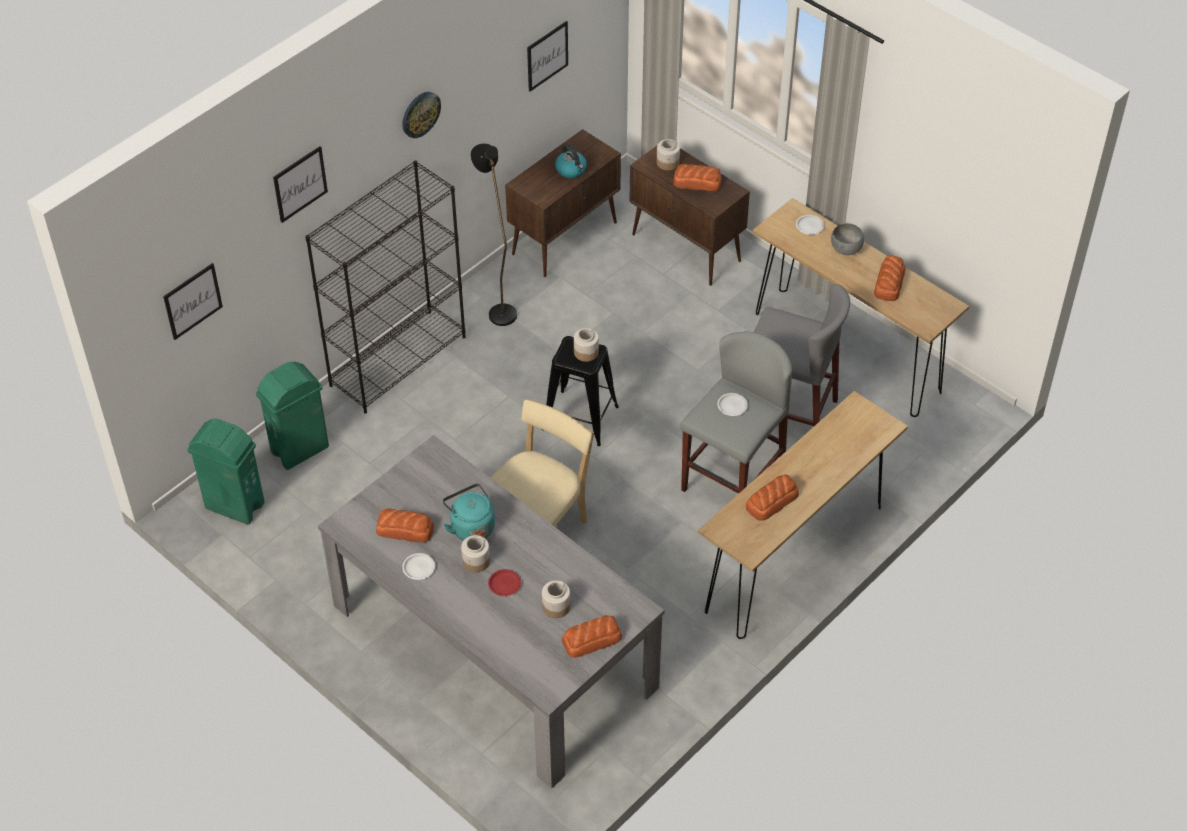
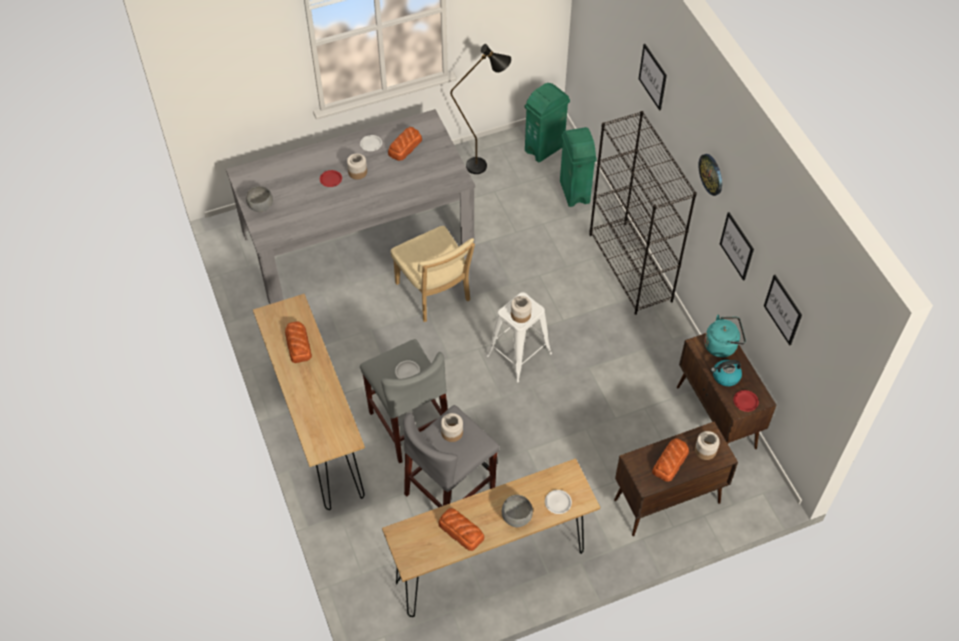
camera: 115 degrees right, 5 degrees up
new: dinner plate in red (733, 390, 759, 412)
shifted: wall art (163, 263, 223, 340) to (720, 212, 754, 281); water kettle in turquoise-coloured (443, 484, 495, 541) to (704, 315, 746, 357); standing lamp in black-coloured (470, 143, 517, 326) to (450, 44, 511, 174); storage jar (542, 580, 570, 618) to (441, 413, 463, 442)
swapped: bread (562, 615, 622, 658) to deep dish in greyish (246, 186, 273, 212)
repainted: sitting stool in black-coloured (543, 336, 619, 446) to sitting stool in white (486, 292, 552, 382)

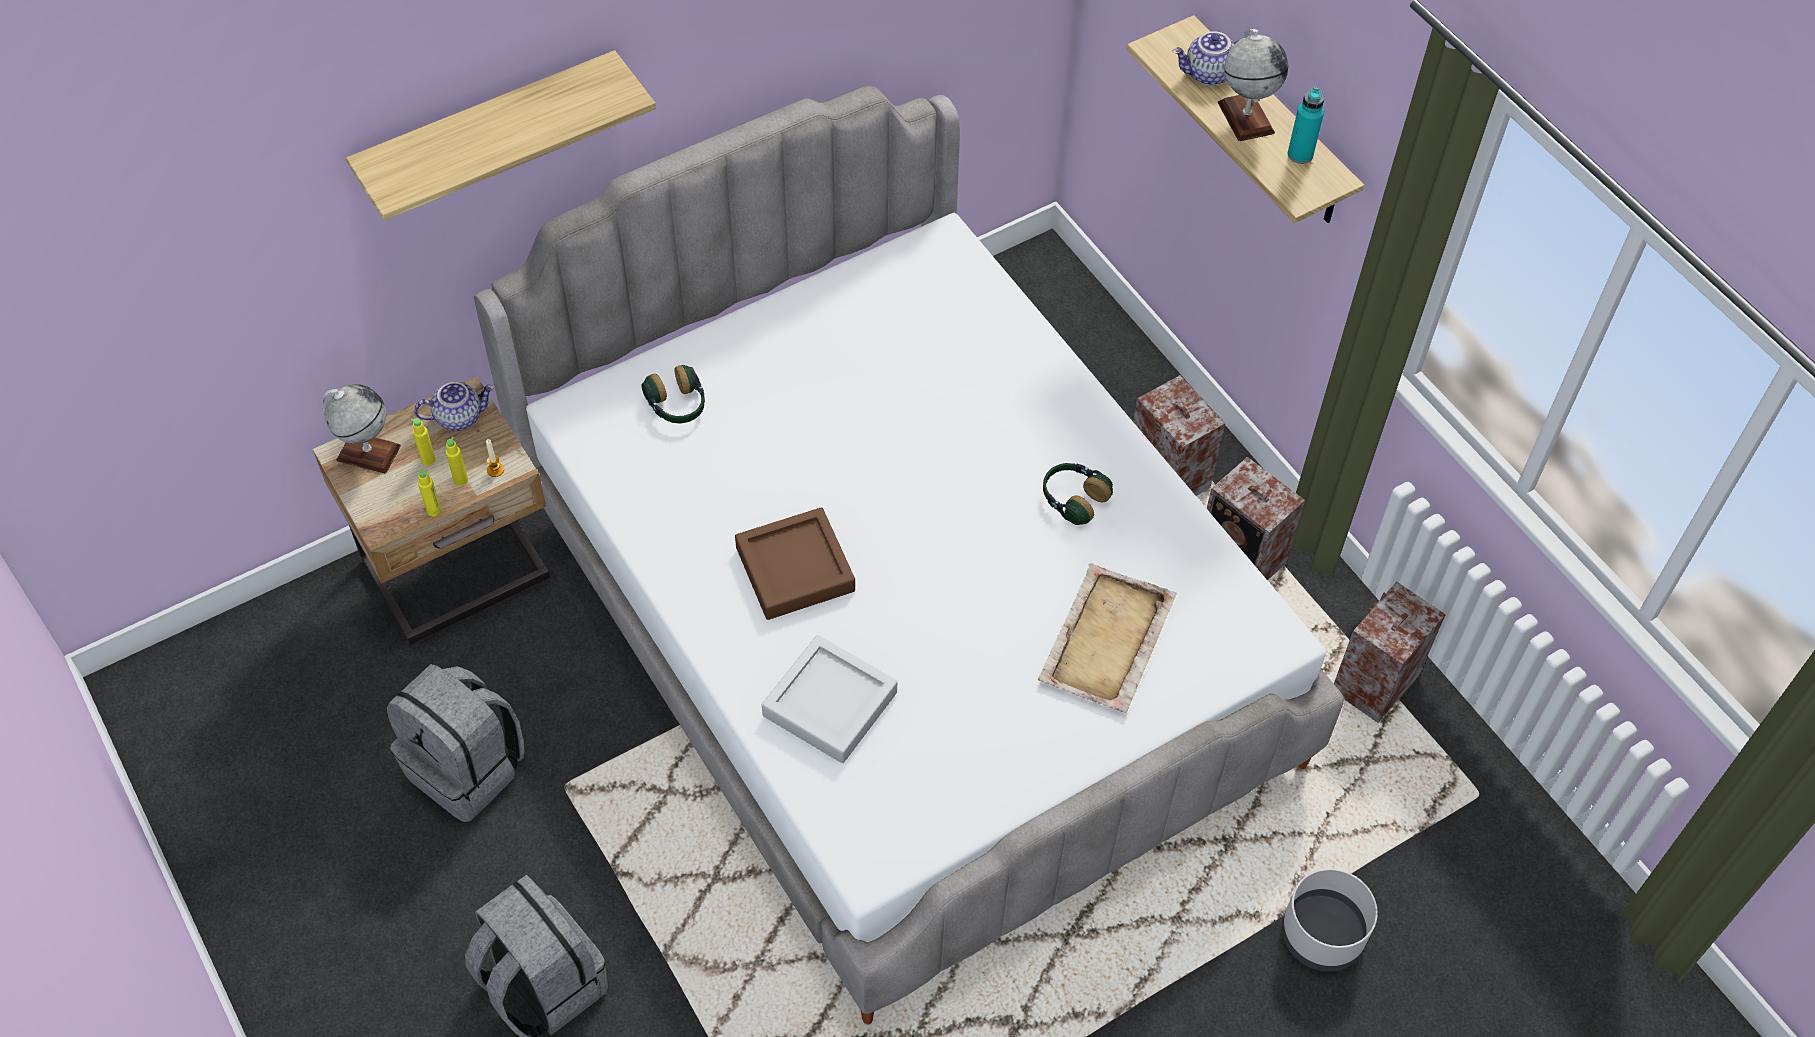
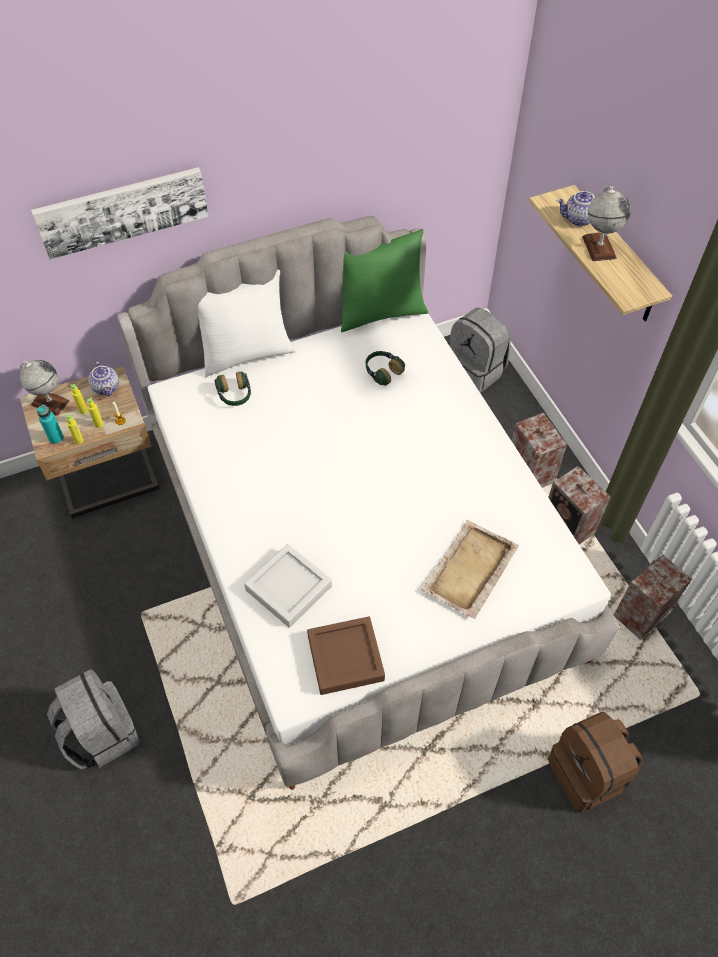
camera: 10 degrees right, 0 degrees up
new: cushion in white (198, 270, 296, 377); cushion in green-coloured (341, 229, 428, 332)
shifted: rucksack in greyish (387, 664, 524, 822) to (450, 308, 511, 393); serving tray in brown-coloured (735, 507, 855, 620) to (307, 617, 385, 695); pair of headphones (1043, 463, 1113, 525) to (366, 351, 405, 385); beverage bottle in turquoise-coloured (1288, 87, 1324, 164) to (37, 405, 64, 444)
swapped: bracket shelf (346, 50, 656, 221) to wall art (31, 167, 209, 260); planter in greyish (1282, 868, 1378, 972) to rucksack in brown-coloured (548, 712, 643, 812)
rotated: pot for tea (414, 382, 494, 431) = (89, 359, 119, 396) 75 degrees clockwise

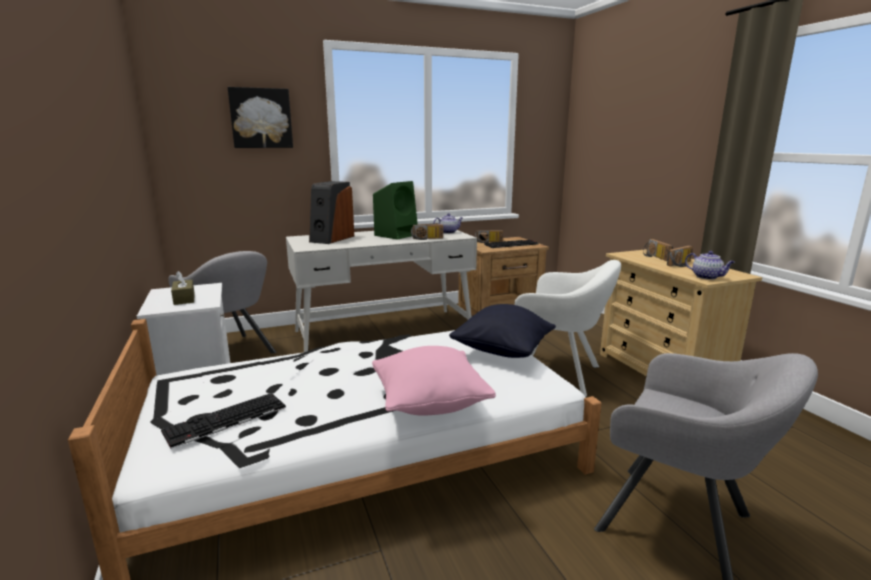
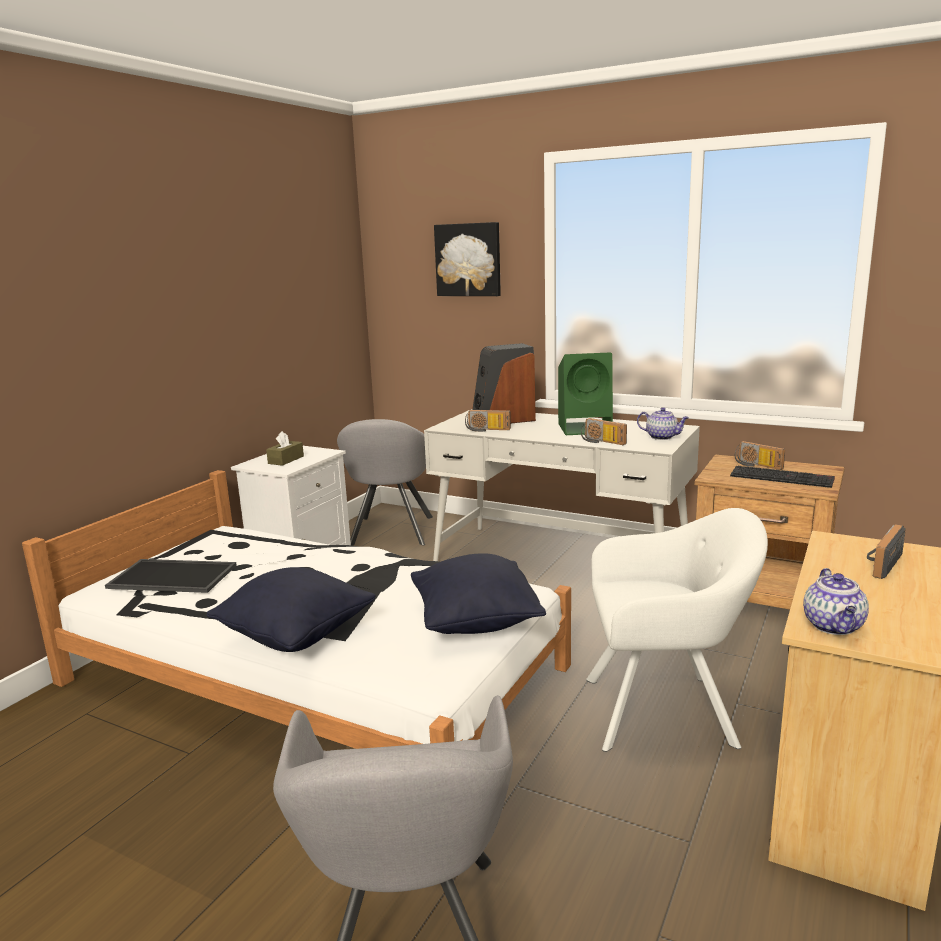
camera: 50 degrees right, 0 degrees up
shifted: radio receiver (667, 245, 693, 267) to (465, 410, 511, 432)
swapped: PC keyboard (161, 393, 286, 449) to serving tray (105, 559, 237, 593)
repainted: cushion in pink-coloured (372, 346, 496, 416) to cushion in black-coloured (207, 567, 376, 652)
rotated: armchair in white (514, 260, 621, 397) = (586, 508, 768, 752) 75 degrees counterclockwise

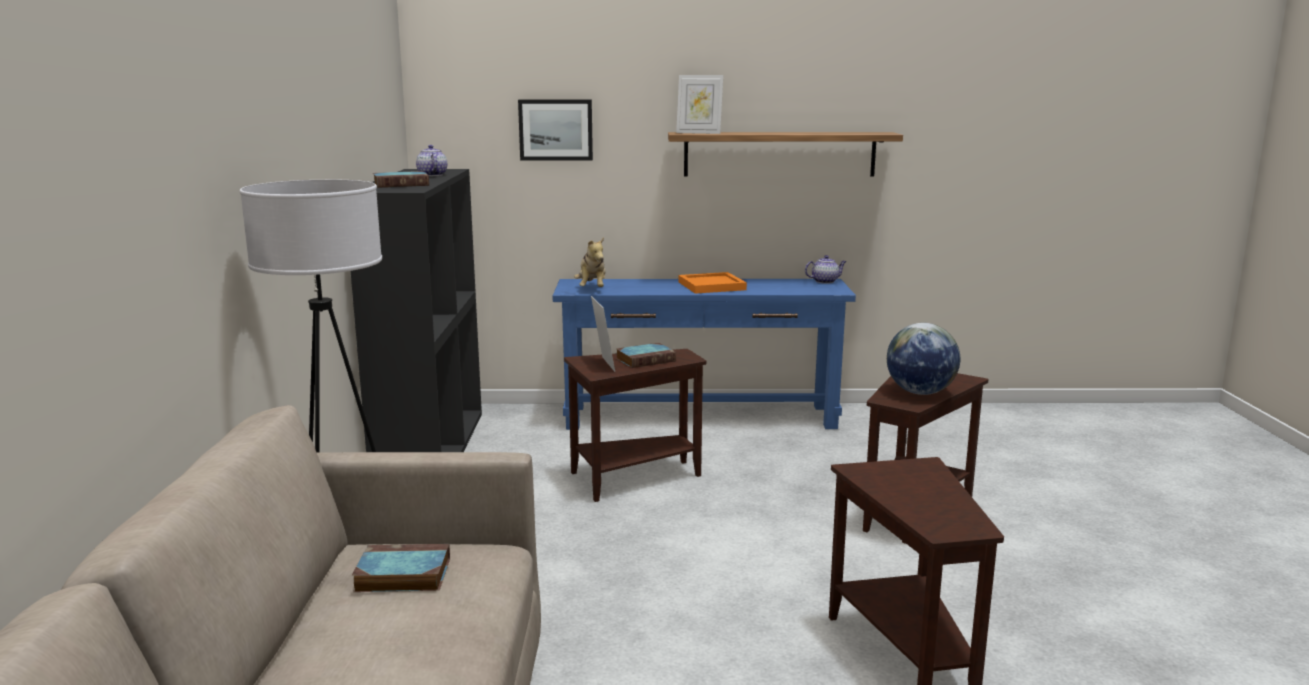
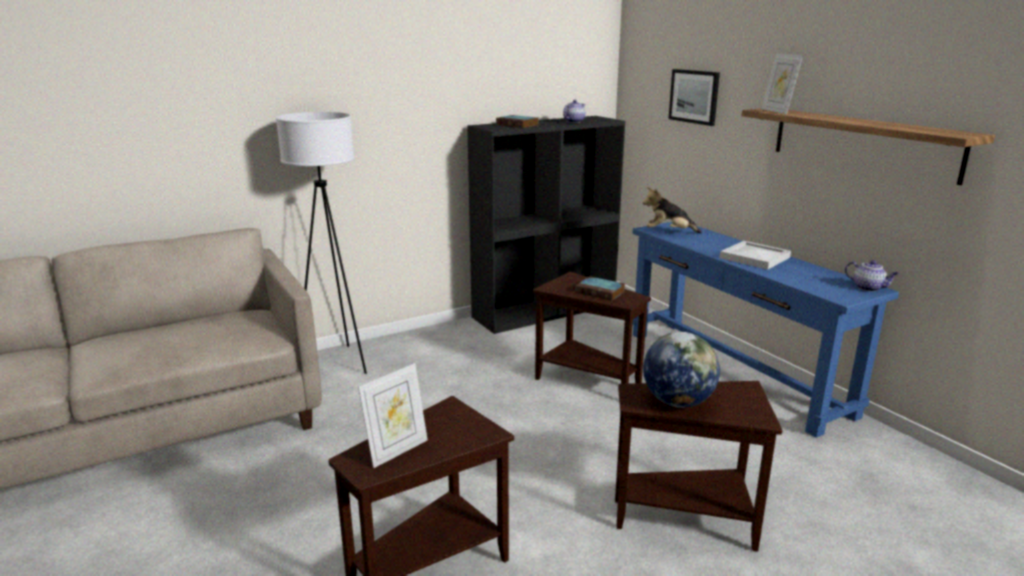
camera: 60 degrees right, 5 degrees up
gone: volume (352, 544, 450, 592)
shifted: standing frame (591, 296, 615, 372) to (358, 363, 428, 468)
repainted: serving tray in orange (679, 272, 747, 294) to serving tray in white (720, 241, 791, 270)
rotated: cuddly toy (574, 237, 606, 287) = (643, 187, 702, 233) 45 degrees clockwise

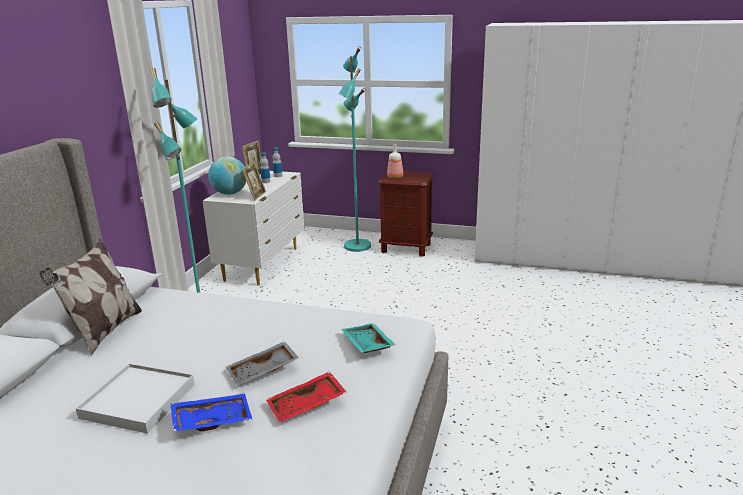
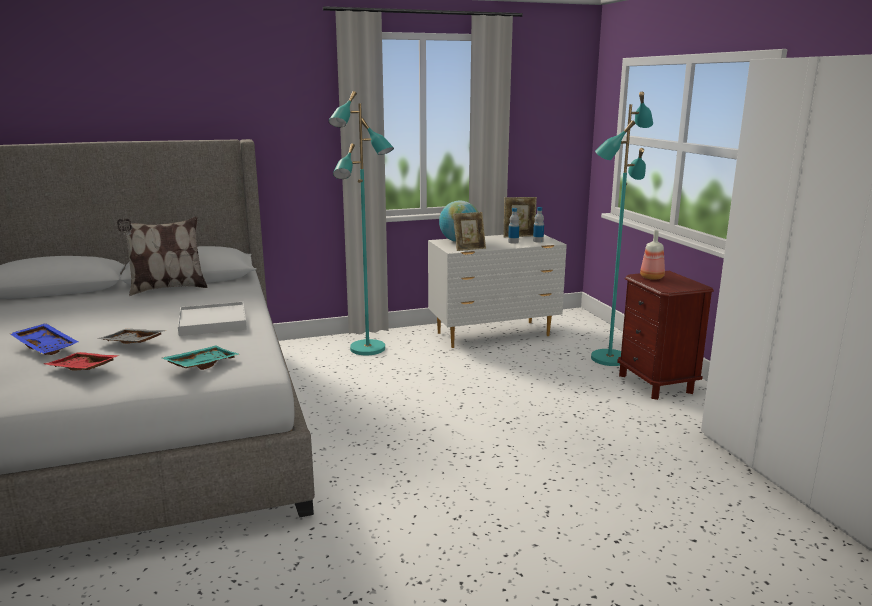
camera: 55 degrees right, 5 degrees down
shifted: serving tray in white (75, 363, 195, 434) to (178, 302, 247, 336)

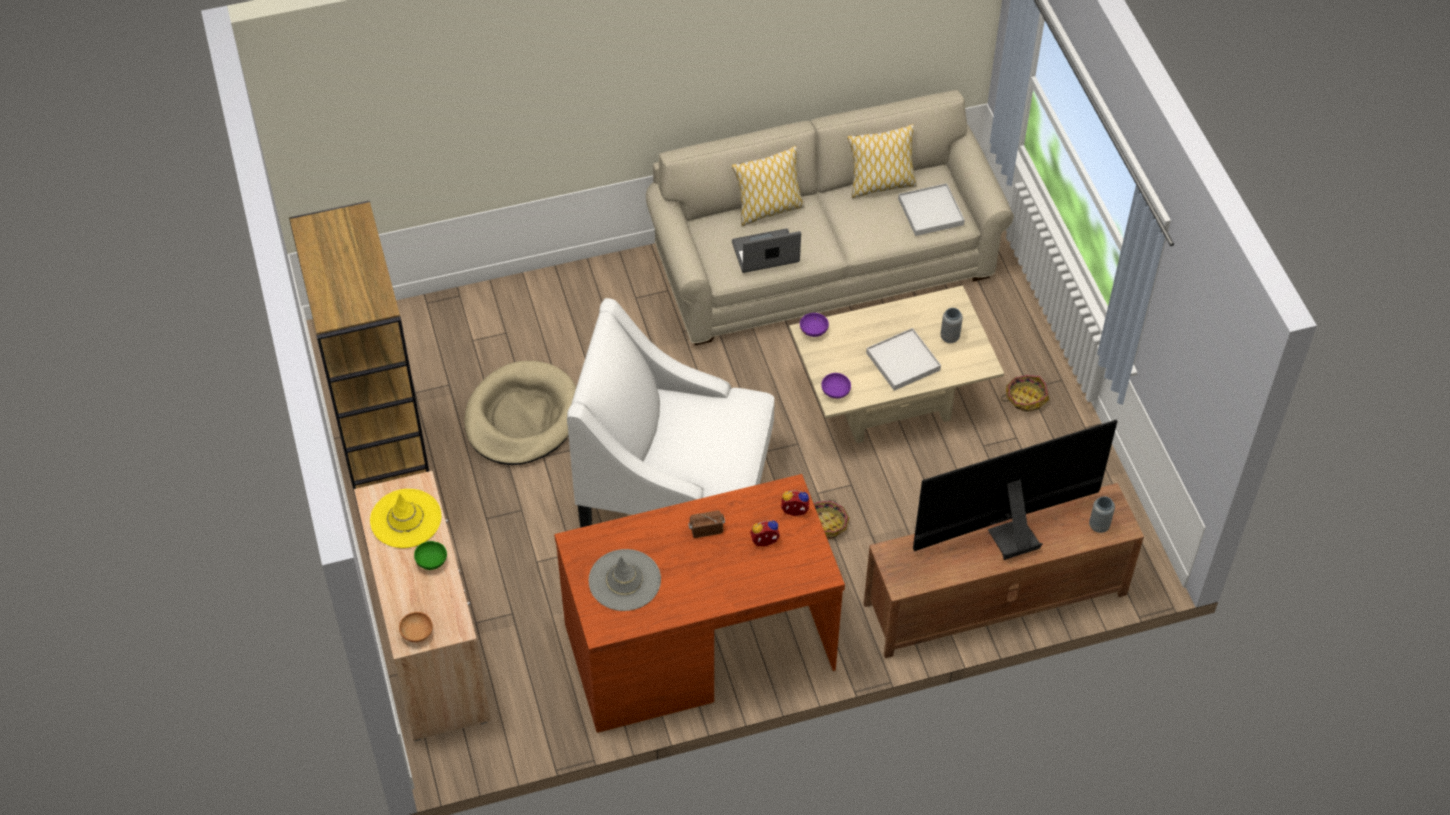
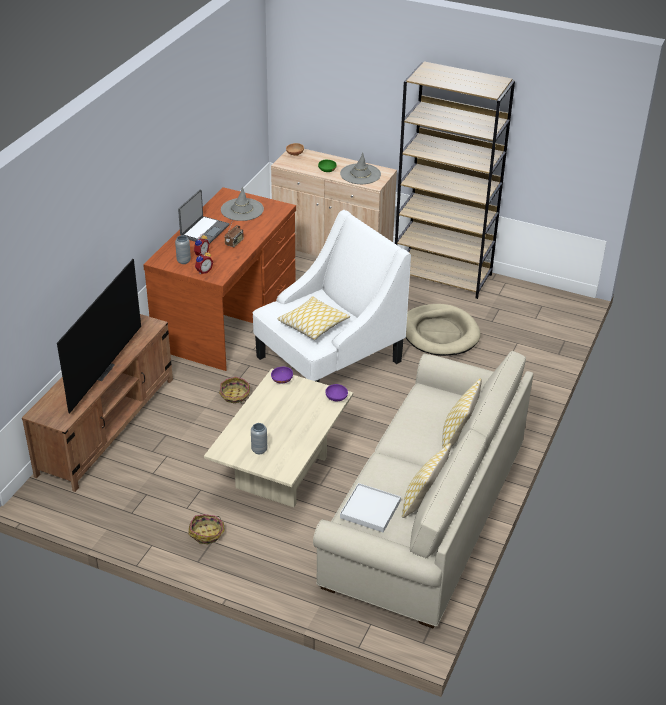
camera: 130 degrees right, 15 degrees down
gone: serving tray in white (866, 328, 941, 391)
new: cushion (277, 296, 350, 340)
shifted: portable computer (732, 228, 801, 273) to (178, 190, 229, 244); vase in greyish (1089, 496, 1115, 533) to (175, 235, 191, 264)
repainted: wearable hat in yellow-coloured (370, 489, 441, 548) to wearable hat in greyish (340, 152, 381, 184)

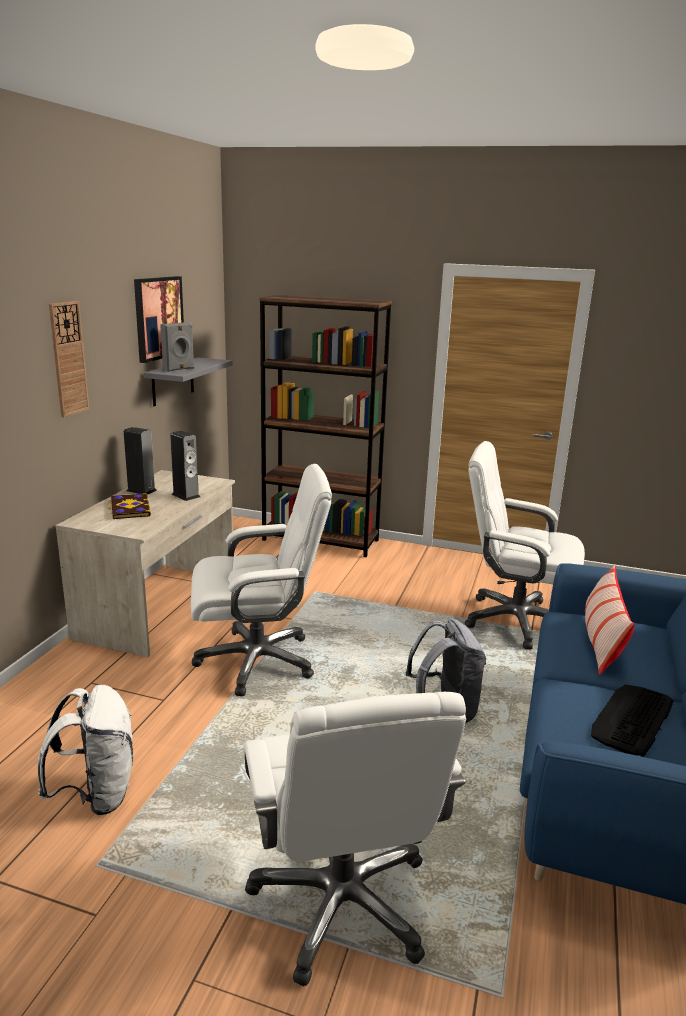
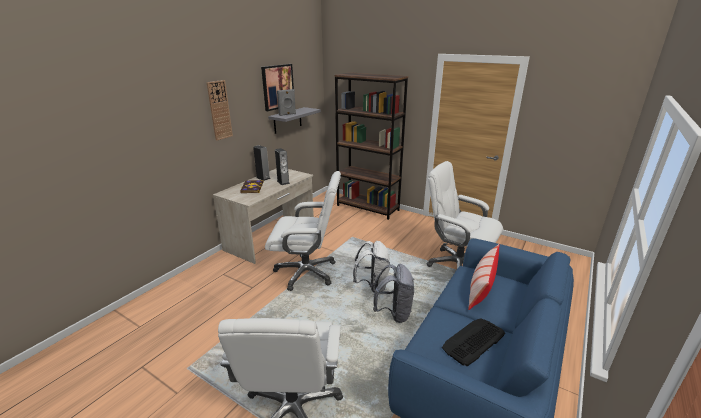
camera: 15 degrees right, 5 degrees up
shifted: rucksack in white (37, 685, 133, 815) to (353, 241, 390, 293)

